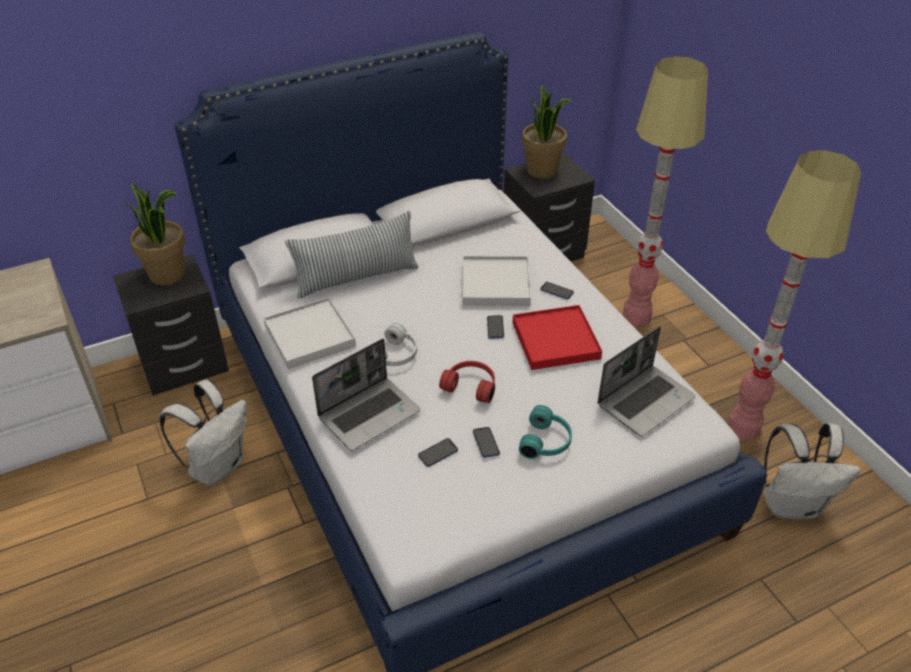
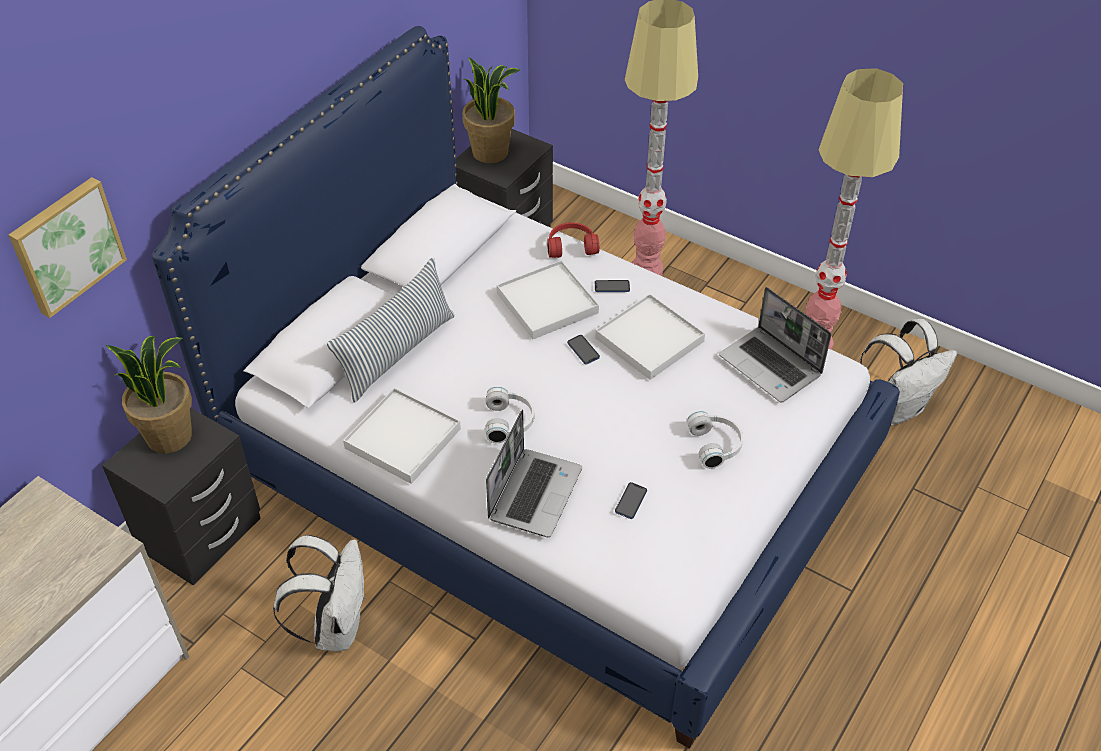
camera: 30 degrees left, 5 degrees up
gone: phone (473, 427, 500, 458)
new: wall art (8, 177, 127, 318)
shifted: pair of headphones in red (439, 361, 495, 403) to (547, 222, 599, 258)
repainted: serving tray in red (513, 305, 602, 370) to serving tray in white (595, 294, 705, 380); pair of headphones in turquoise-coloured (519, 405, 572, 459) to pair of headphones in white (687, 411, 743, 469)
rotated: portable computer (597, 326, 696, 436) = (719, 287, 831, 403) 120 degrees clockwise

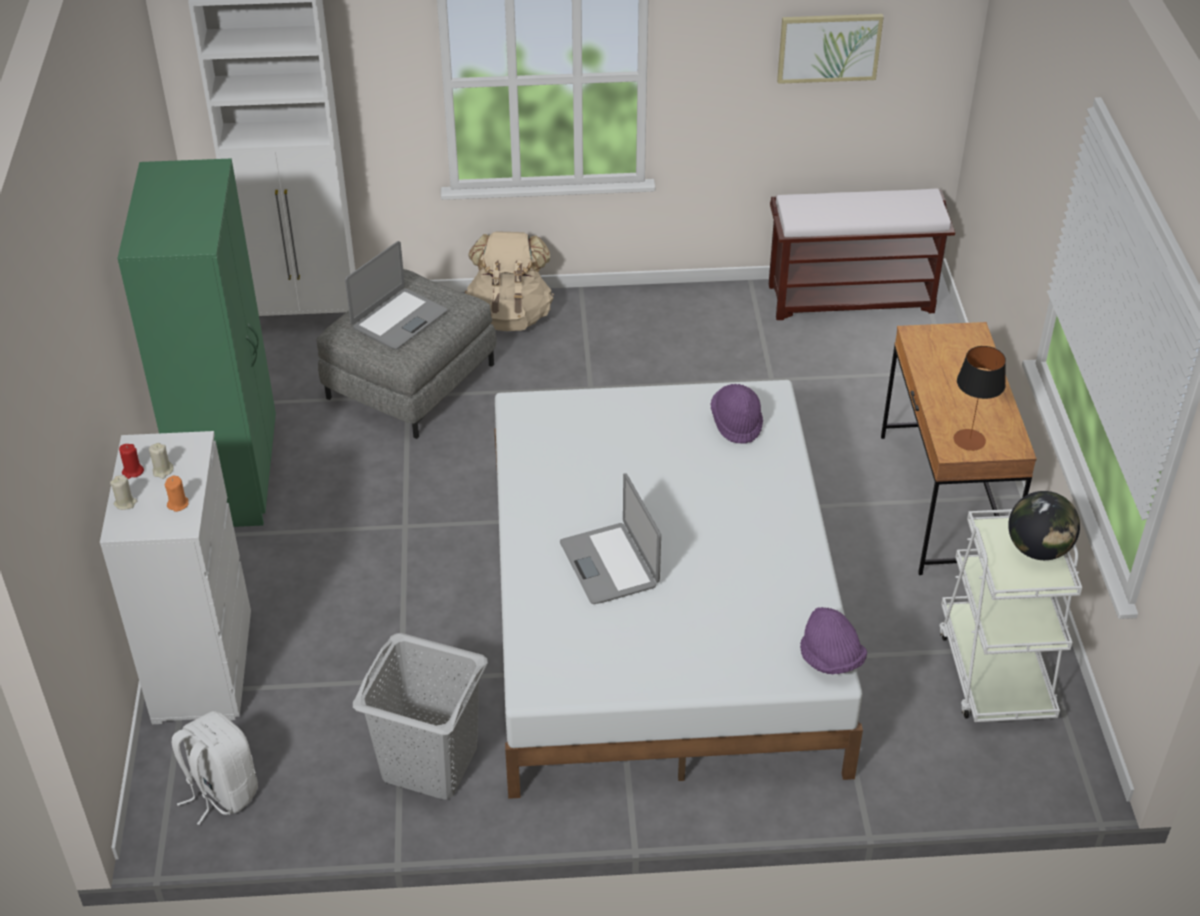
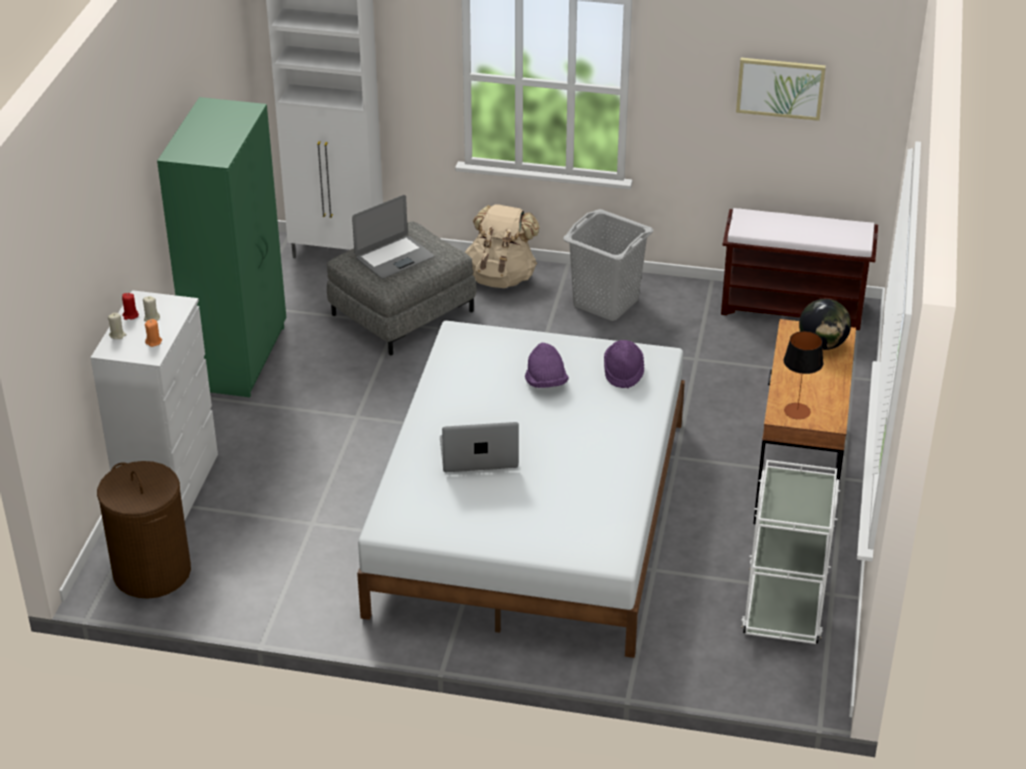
camera: 15 degrees right, 5 degrees down
shifted: hamper in greyish (353, 633, 488, 800) to (563, 209, 653, 321); wearable hat in purple (800, 607, 867, 675) to (525, 343, 569, 388); globe (1008, 491, 1080, 560) to (799, 299, 851, 350)
swapped: rucksack in white (172, 711, 258, 825) to hamper in brown-coloured (97, 461, 191, 598)
rotated: portable computer (560, 473, 661, 604) = (440, 422, 519, 472) 90 degrees clockwise

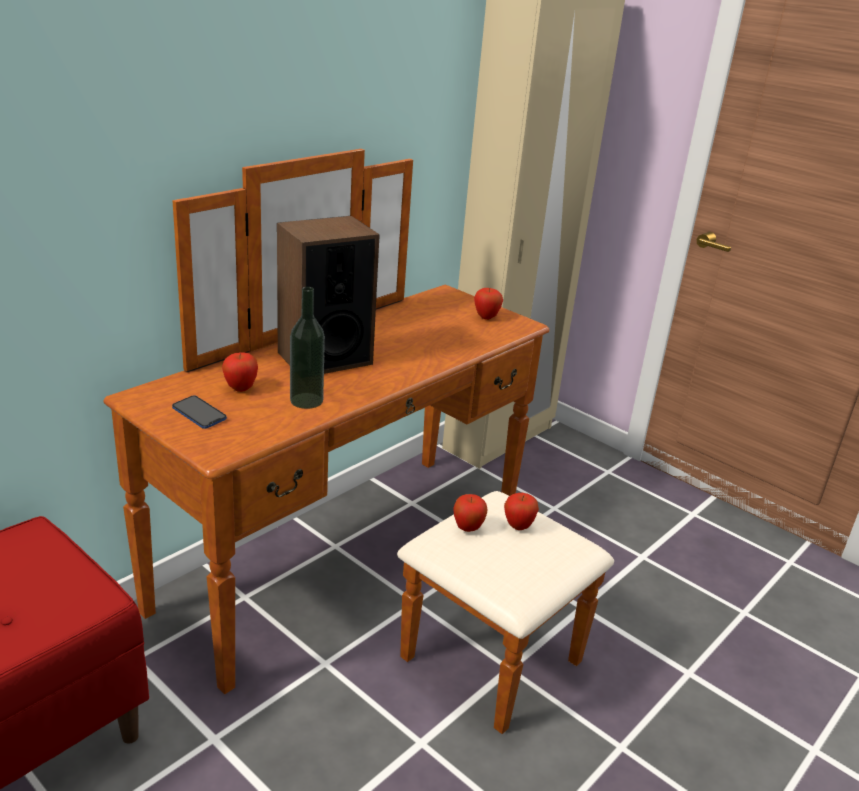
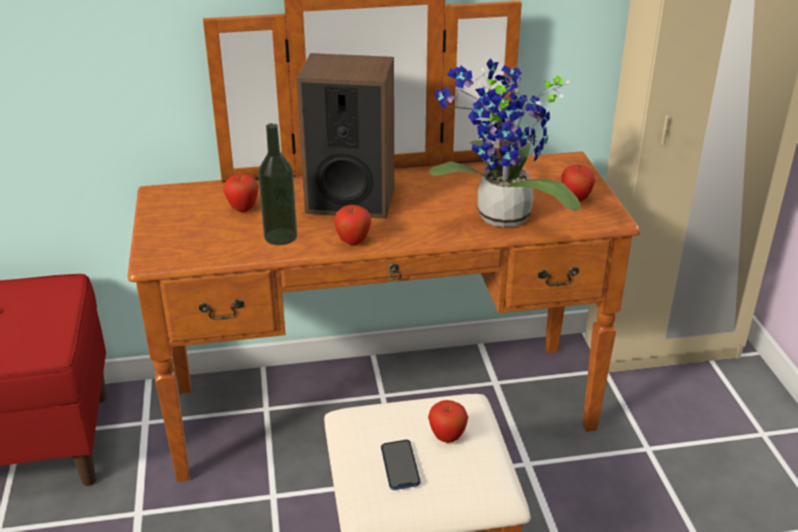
camera: 40 degrees right, 5 degrees up
new: plant in a pot (429, 59, 580, 227)
shifted: phone (172, 396, 227, 429) to (381, 440, 421, 490); apple (453, 494, 488, 532) to (334, 205, 371, 245)

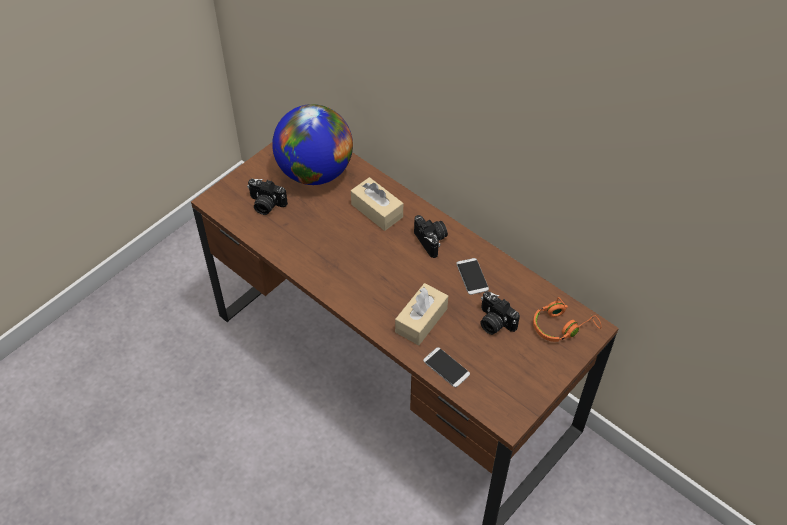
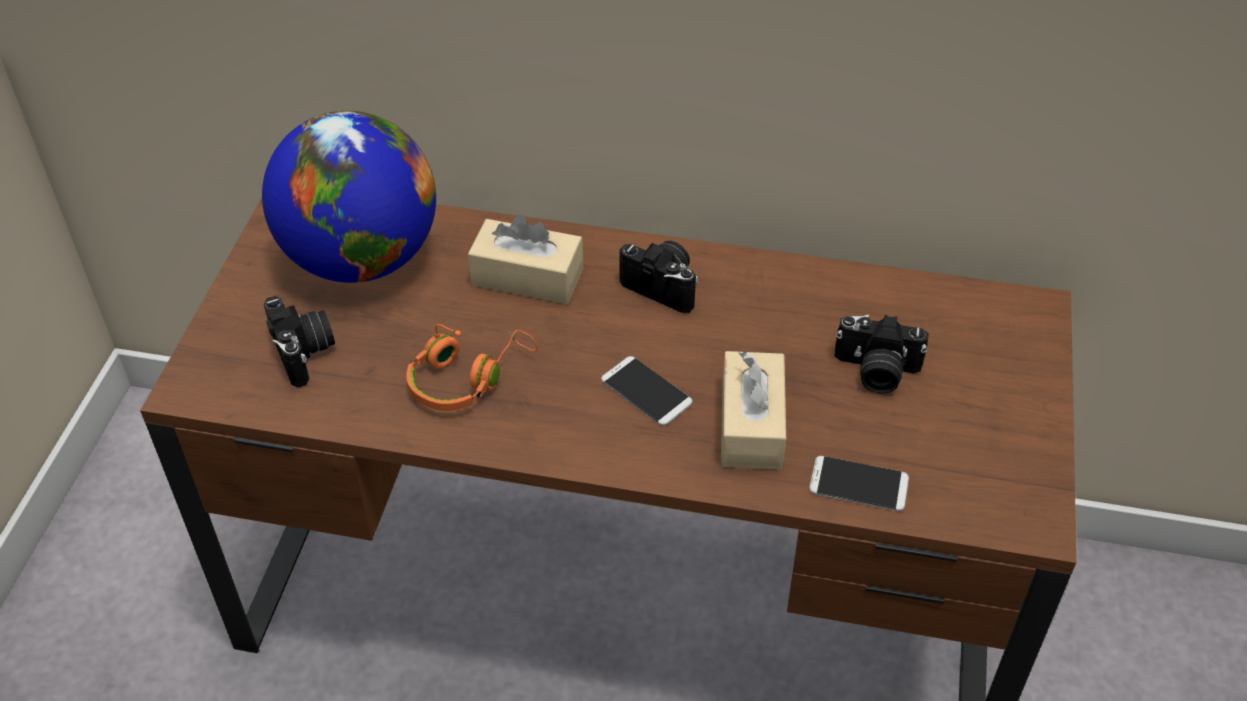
camera: 30 degrees left, 5 degrees down
shifted: phone (457, 258, 489, 295) to (601, 356, 692, 426); pair of headphones in orange (533, 297, 601, 342) to (406, 324, 538, 411)
rotated: photo camera (247, 179, 288, 215) = (264, 296, 335, 388) 105 degrees counterclockwise

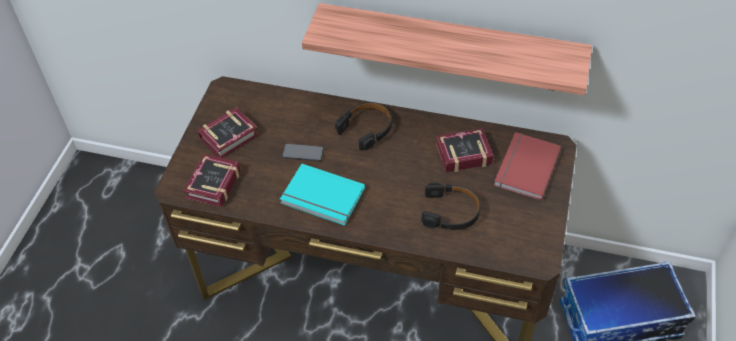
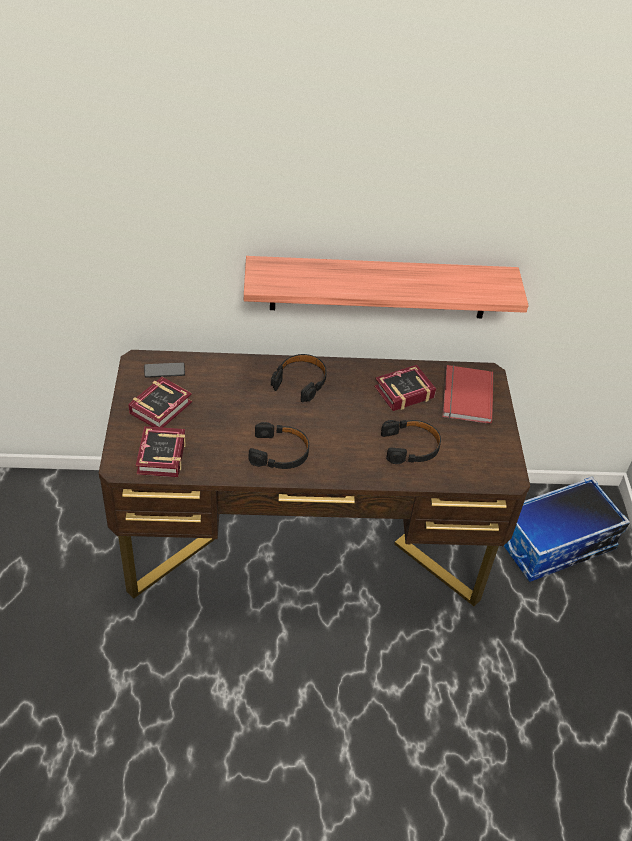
camera: 20 degrees left, 5 degrees down
shifted: phone (282, 144, 324, 161) to (144, 362, 185, 378)
swapped: volume in turquoise-coloured (280, 164, 365, 226) to pair of headphones in black-coloured (249, 422, 309, 469)

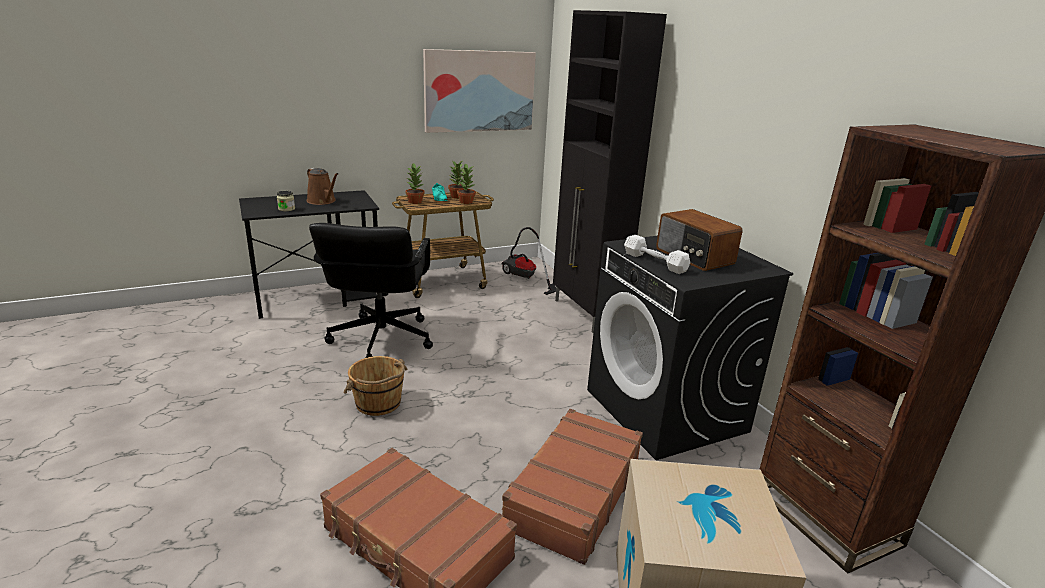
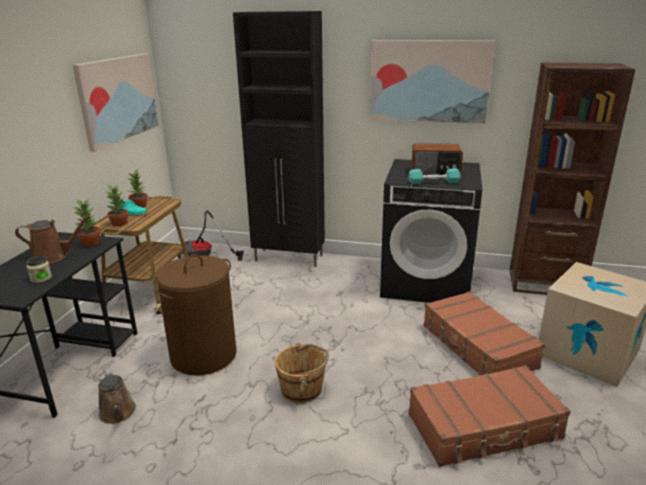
camera: 50 degrees left, 0 degrees up
new: sprinkling can in brown-coloured (98, 369, 136, 424); wall art (369, 40, 495, 124)
shifted: plant in a pot (457, 163, 476, 204) to (73, 199, 101, 246)
swapped: desk chair in black-coloured (309, 223, 433, 358) to hamper in brown-coloured (154, 254, 237, 375)
repainted: hand weight in white (624, 235, 690, 274) to hand weight in turquoise-coloured (408, 169, 460, 184)

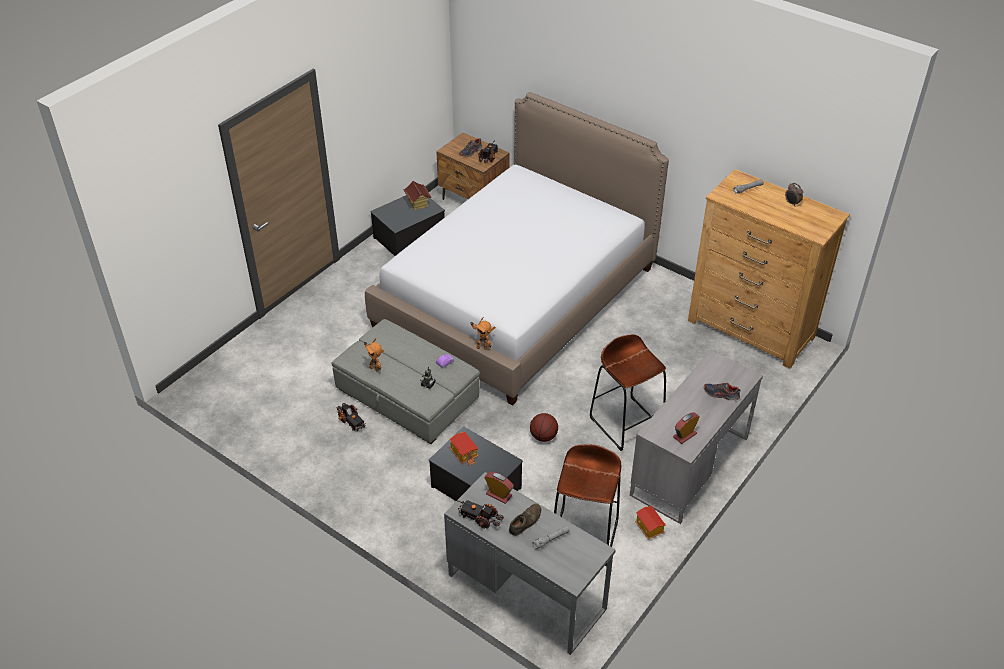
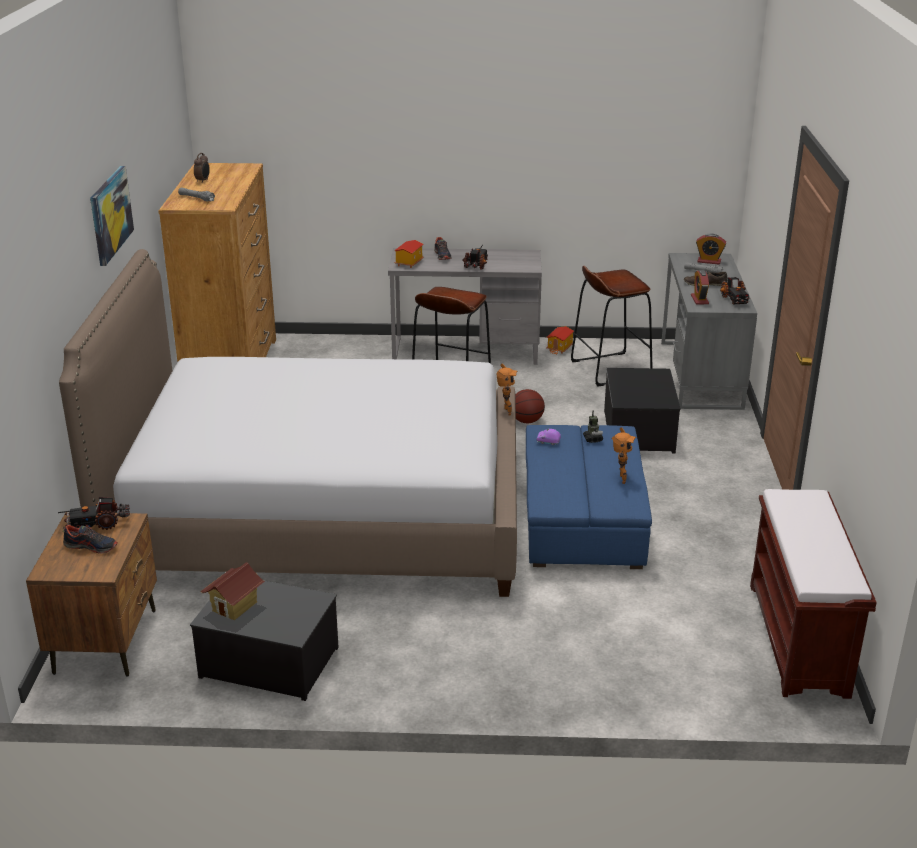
camera: 125 degrees left, 15 degrees down
new: wall art (90, 166, 134, 266); long seat in brown-coloured (750, 489, 877, 699)
shifted: model truck (337, 403, 366, 431) to (462, 245, 488, 270); toy house (449, 432, 478, 465) to (394, 240, 424, 268); bedside clock (673, 412, 700, 444) to (696, 234, 726, 265)
repainted: footrest in greyish (331, 319, 480, 444) to footrest in blue (526, 425, 652, 569)

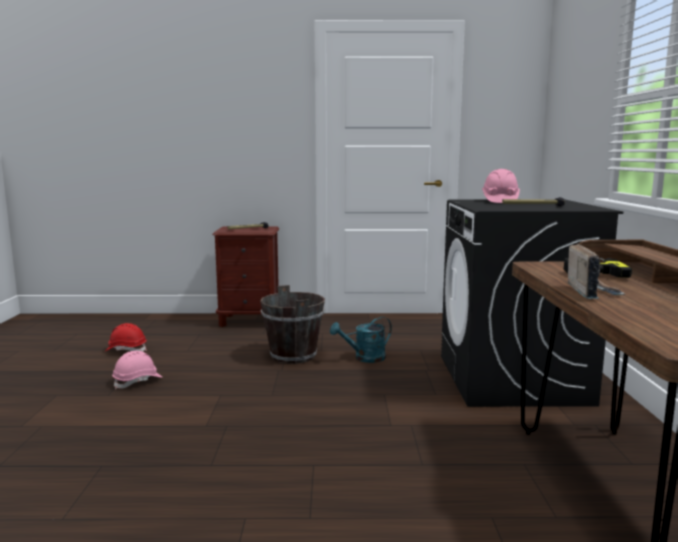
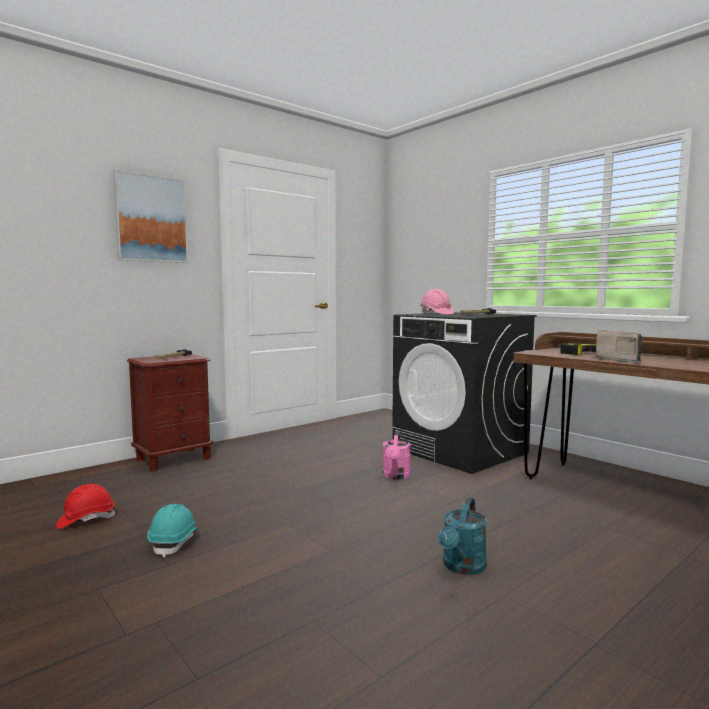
camera: 40 degrees left, 5 degrees down
gone: water bucket in brown-coloured (260, 285, 325, 364)
new: wall art (113, 170, 188, 263); sprinkling can in pink-coloured (382, 432, 411, 480)
shifted: sprinkling can in turquoise-coloured (330, 317, 392, 363) to (438, 497, 487, 575)
repainted: hard hat in pink-coloured (112, 351, 162, 389) to hard hat in turquoise-coloured (147, 504, 198, 557)

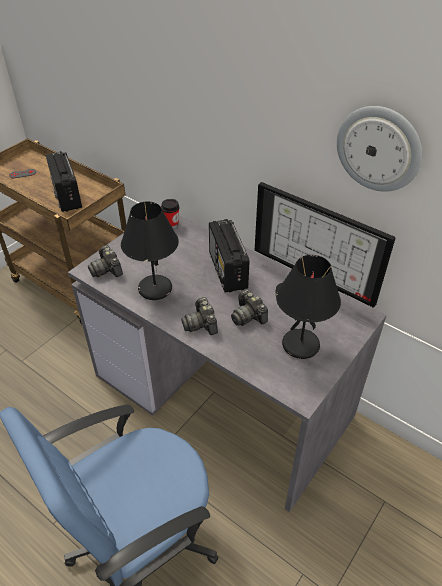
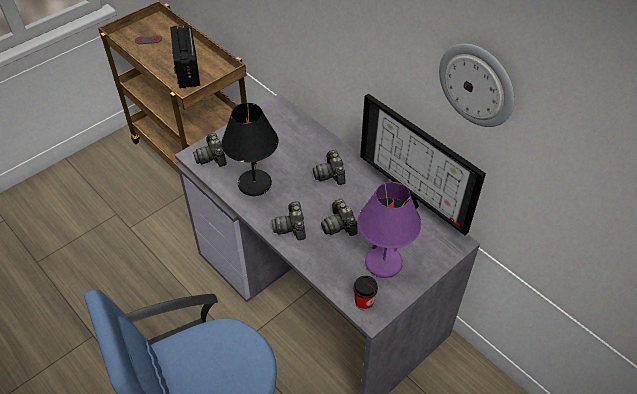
camera: 10 degrees right, 5 degrees up
shifted: small cup (161, 199, 180, 228) to (353, 275, 378, 310)
swapped: radio receiver (209, 219, 250, 292) to photo camera (313, 150, 346, 185)
repainted: lamp for a table in black-coloured (276, 255, 341, 359) to lamp for a table in purple (358, 182, 421, 278)

